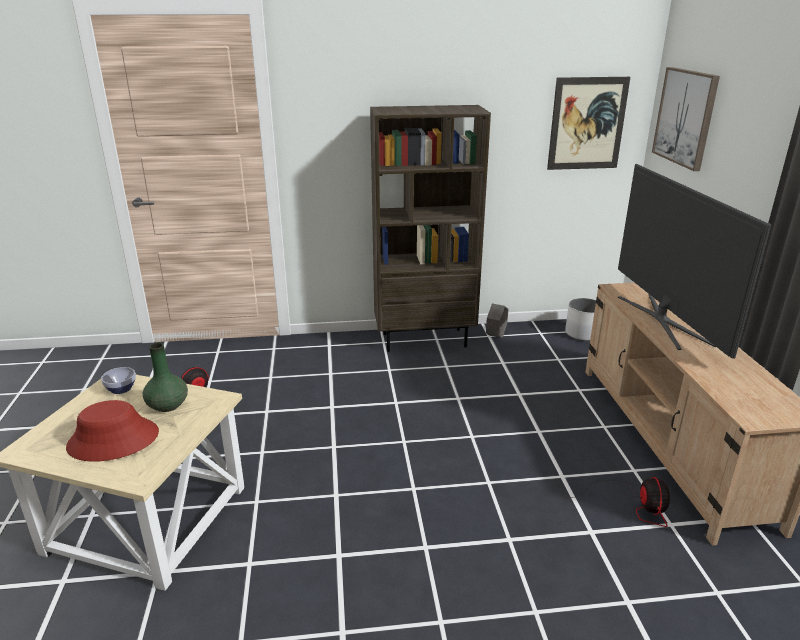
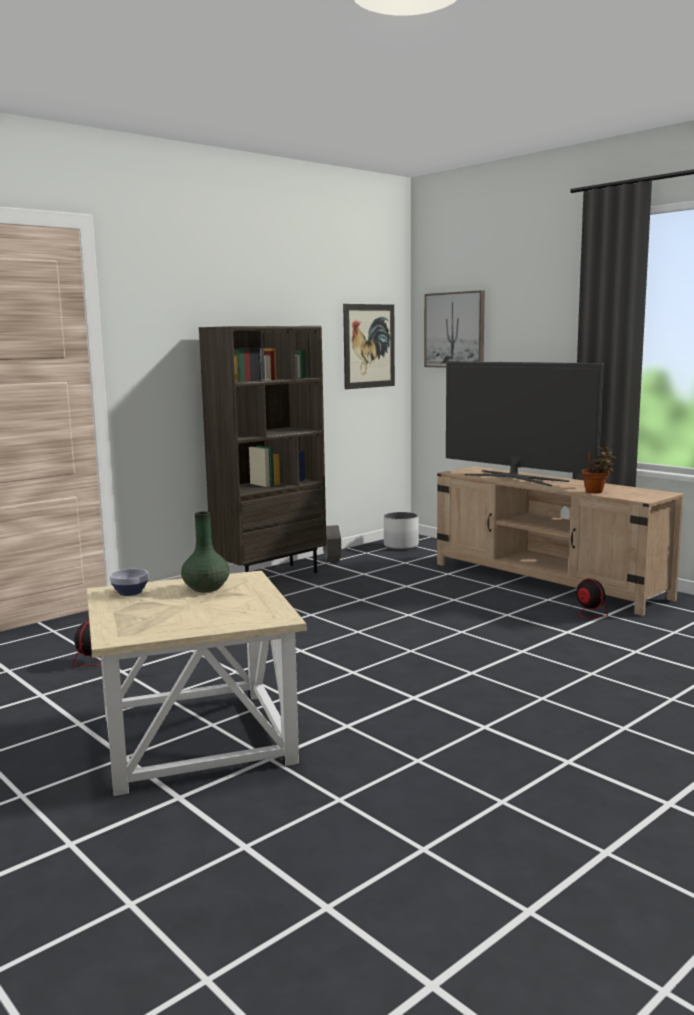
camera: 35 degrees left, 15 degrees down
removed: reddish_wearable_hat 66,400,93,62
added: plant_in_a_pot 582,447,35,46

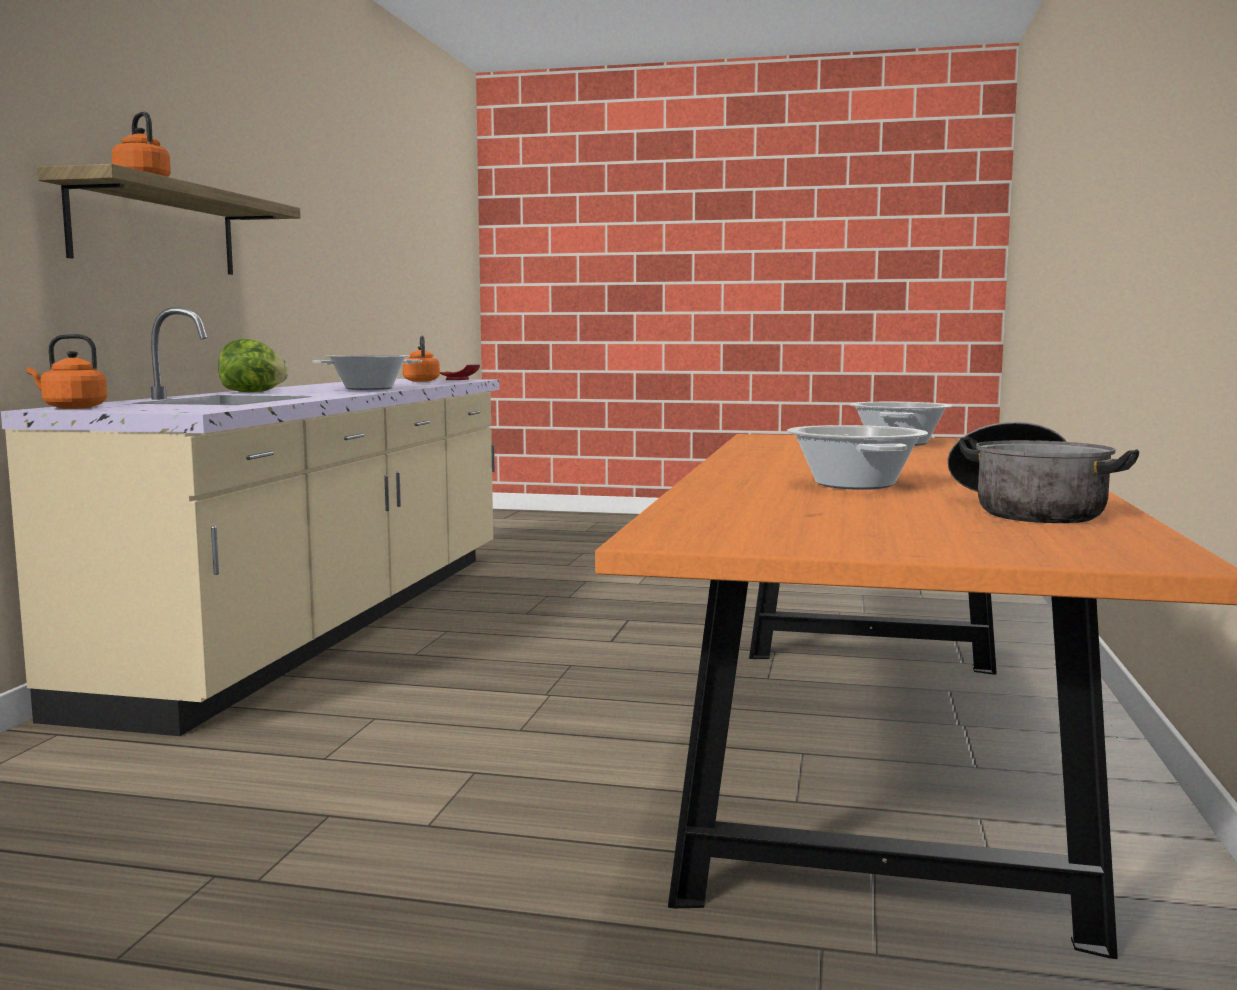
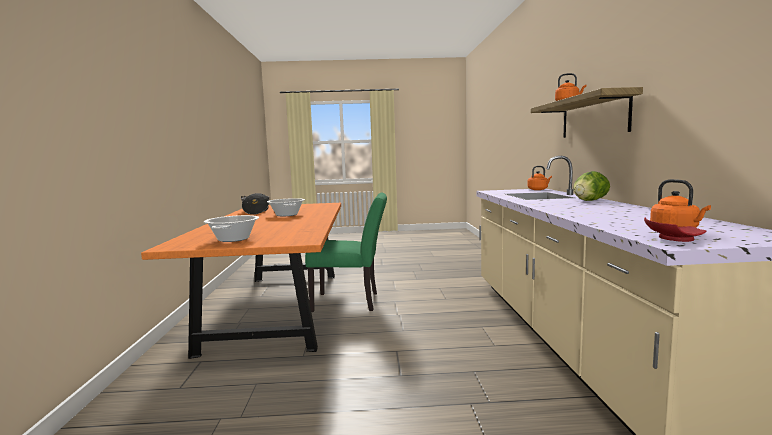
camera: 165 degrees right, 0 degrees up
removed: cooking_pot 312,355,110,35
added: green_upright_chair 305,193,82,119

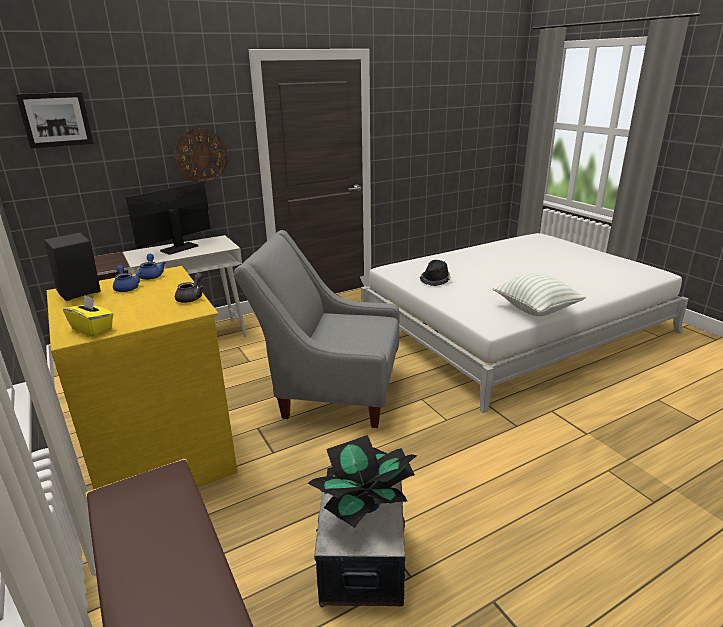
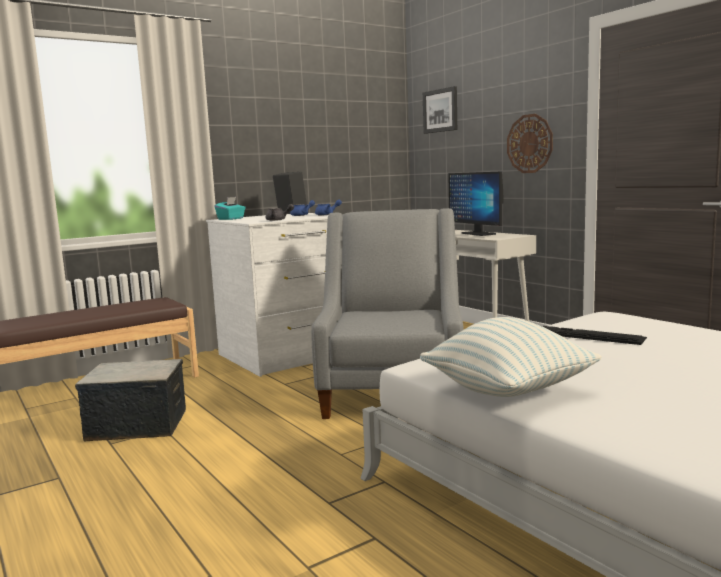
camera: 85 degrees right, 15 degrees down
removed: plant_in_a_pot 307,435,110,93
replaced: black_wearable_hat 420,260,31,26 to PC_keyboard 542,326,105,19
recoloured: yellowish_drawer_chest 47,266,191,223 to white_drawer_chest 206,213,122,164; yellowish_tissue_box 63,295,51,42 to turquoise_tissue_box 215,197,31,23
turned: computer_display 126,182,85,73 = 448,171,55,65 150 degrees counterclockwise

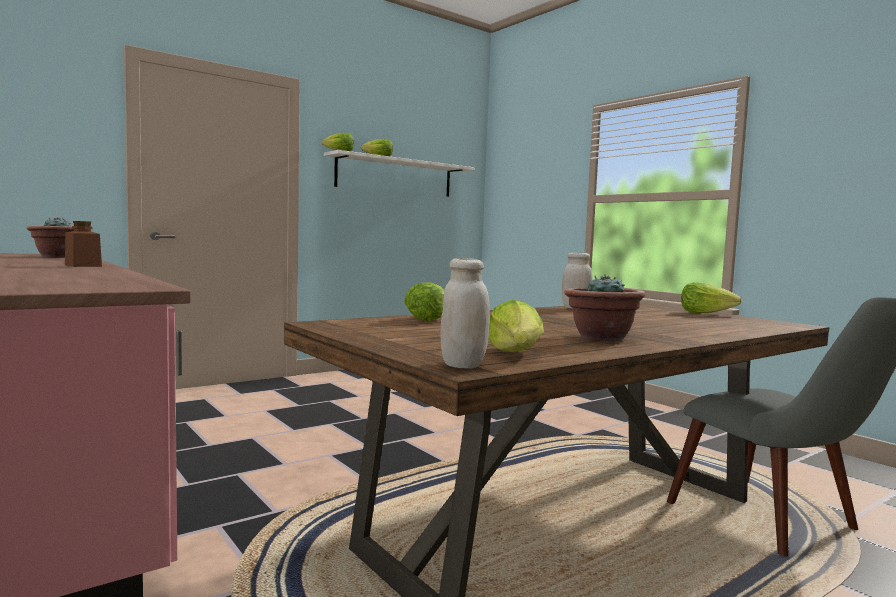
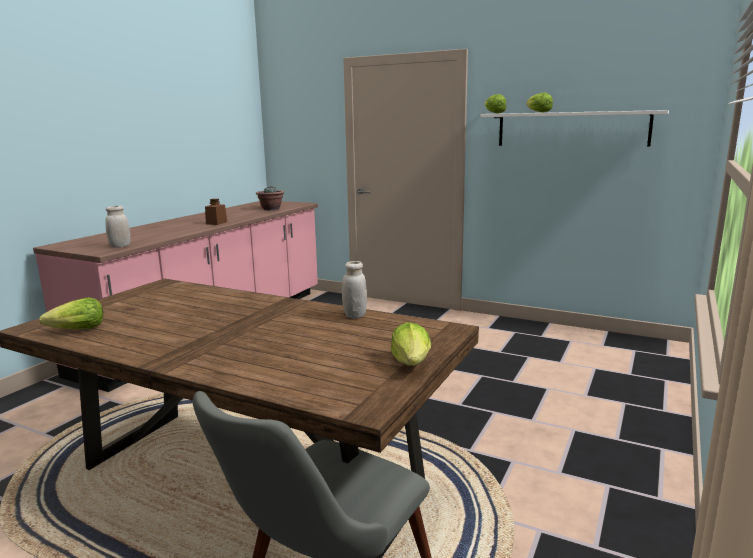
camera: 65 degrees right, 10 degrees up
removed: lettuce_head 404,282,40,39; plant_in_a_pot 564,275,81,67
moved: white_storage_jar 441,258,49,111 to 105,206,25,42

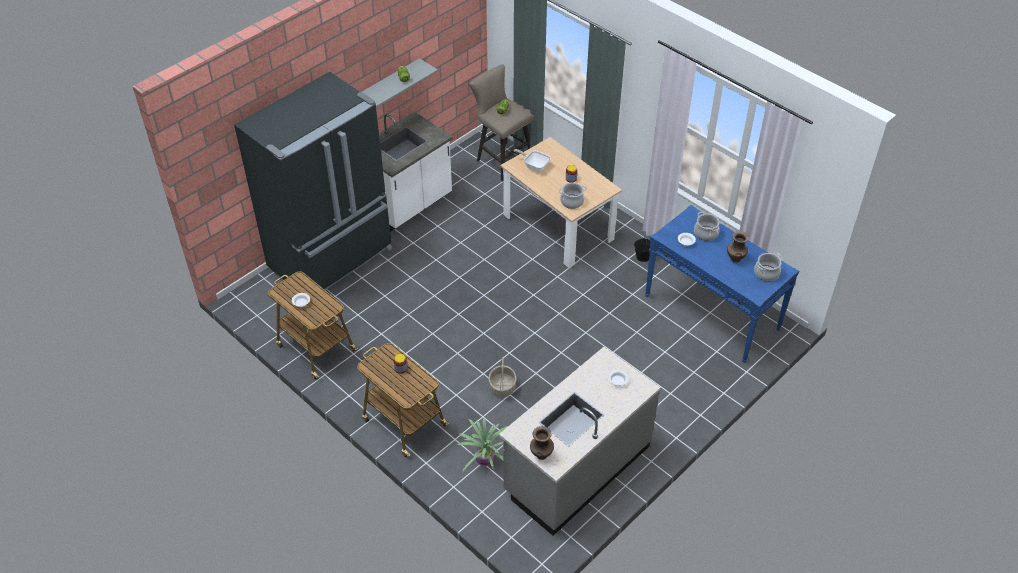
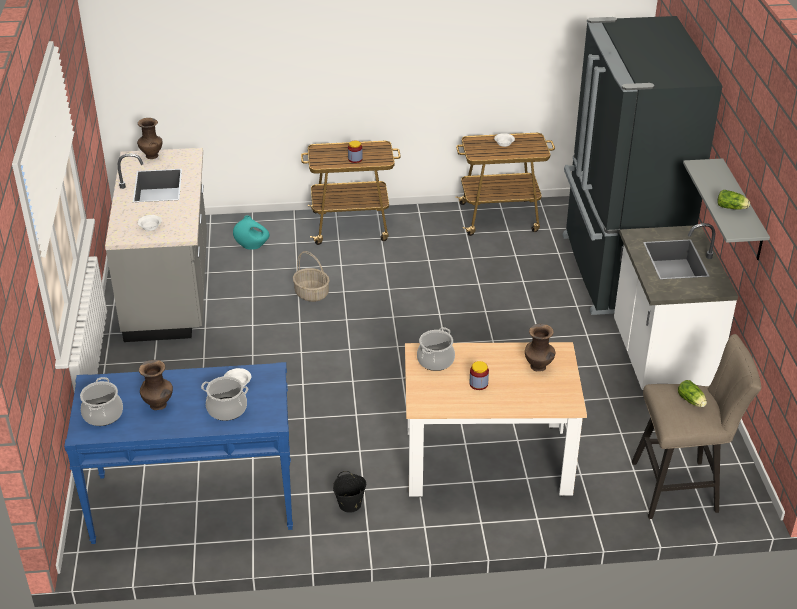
camera: 130 degrees right, 10 degrees down
replaced: plant_in_a_pot 457,419,51,53 to turquoise_decorative_vase 233,216,36,34; skillet 513,149,38,23 to brown-coloured_decorative_vase 525,324,30,47

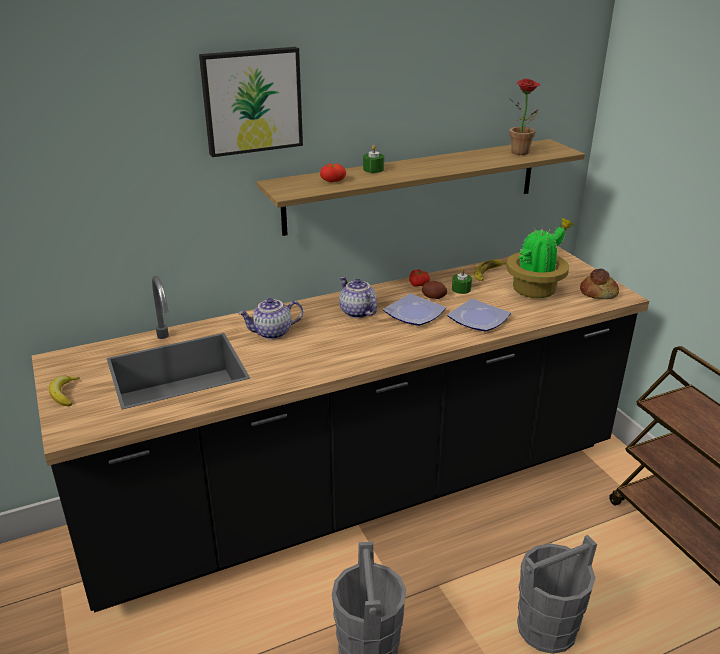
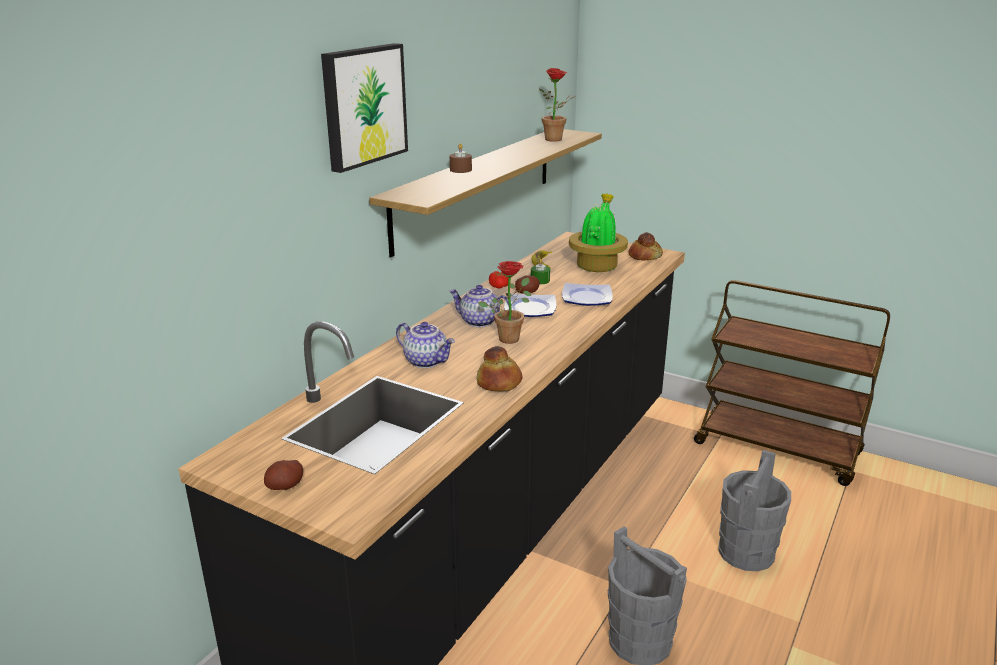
camera: 35 degrees left, 5 degrees down
removed: tomato 320,163,26,19
added: bread 477,346,45,46; plant_in_a_pot 478,261,53,83
replaced: banana_fruit 49,376,31,30 to potato 264,460,39,30
recoloured: green_candle 363,145,21,28 to brown-coloured_candle 450,144,22,29
turned: pot_for_tea 238,298,65,42 = 396,322,59,46 90 degrees counterclockwise

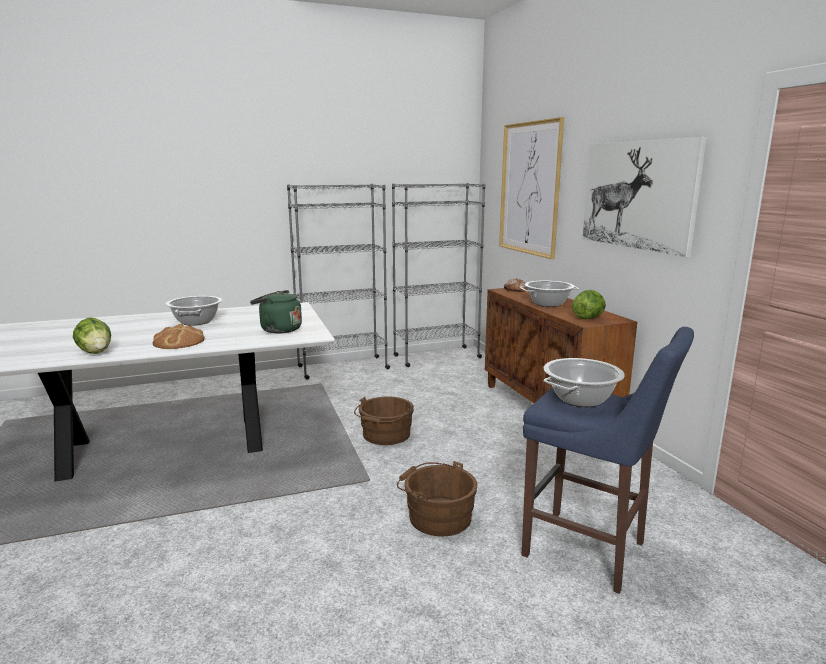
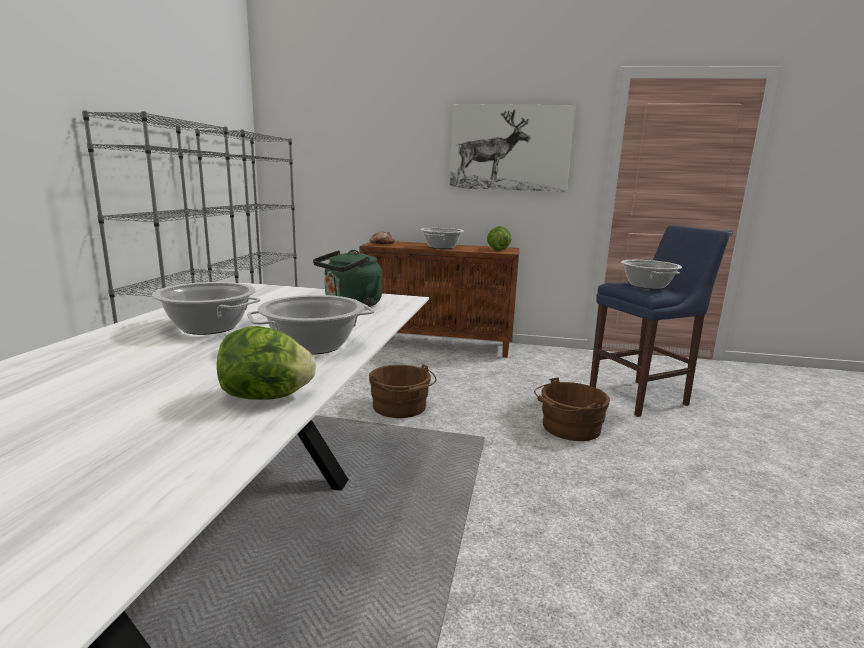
camera: 60 degrees left, 0 degrees up
removed: wall_art 499,117,65,142
replaced: bread 153,323,51,26 to cooking_pot 247,295,128,60

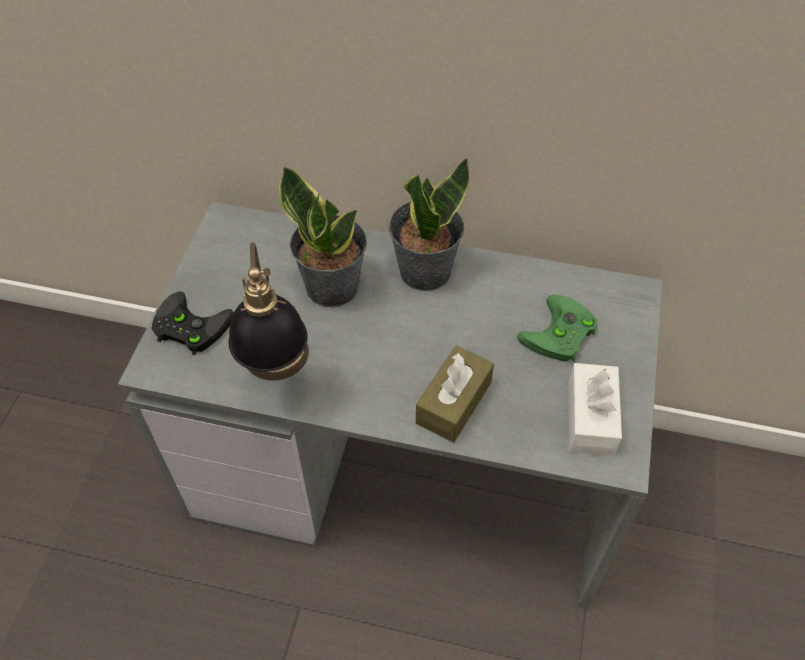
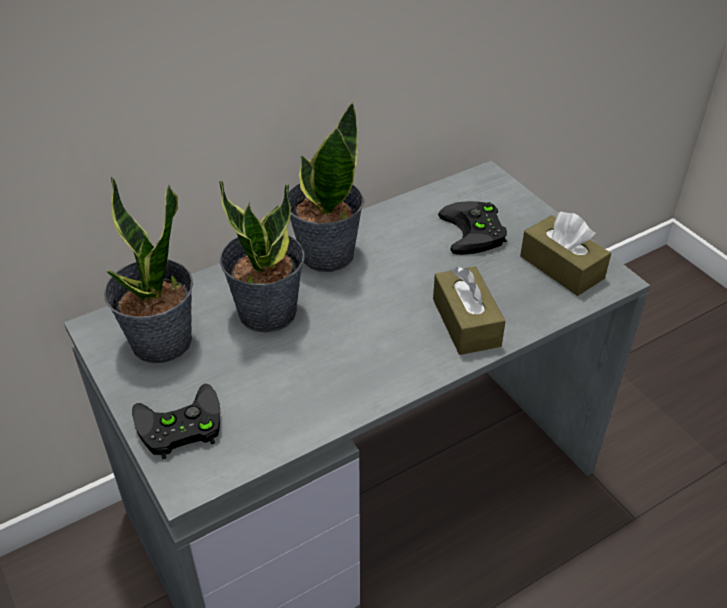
camera: 45 degrees left, 10 degrees down
removed: tabletop_lamp 229,242,80,139
added: plant_in_a_pot 104,177,89,186
recoloured: green_joypad 517,295,80,67 to black_joypad 438,201,69,54; white_tissue_box 569,363,53,93 to brown-coloured_tissue_box 520,212,91,84

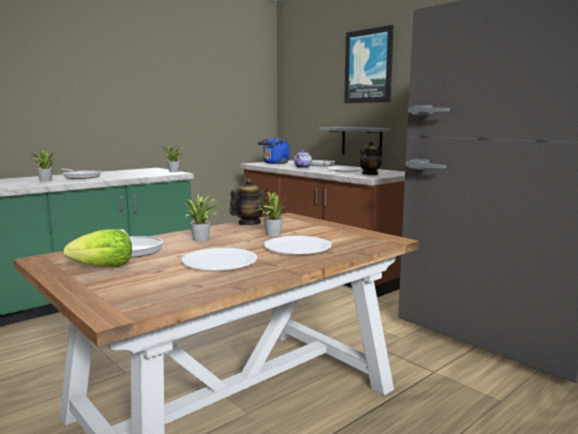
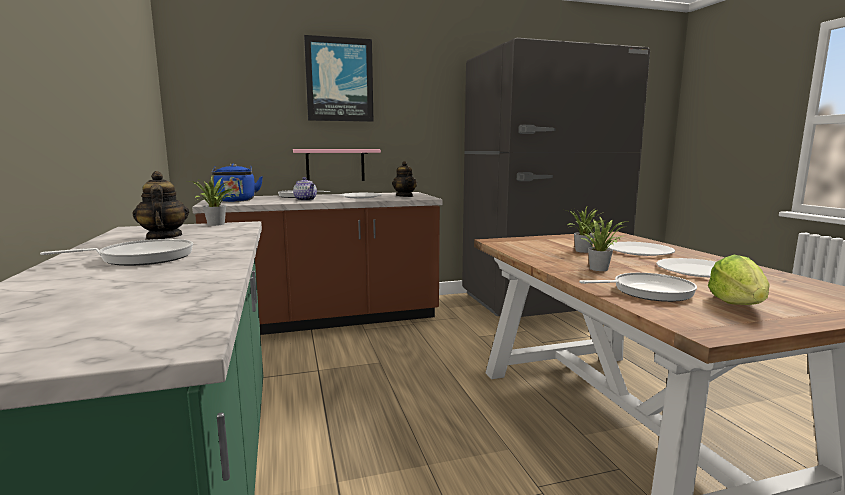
camera: 65 degrees left, 0 degrees up
removed: plant_in_a_pot 27,149,28,32
moved: pot_for_tea 229,178,38,47 to 132,171,57,69
recoloured: gray_bracket_shelf 319,127,72,30 to pinkish_bracket_shelf 293,149,88,32

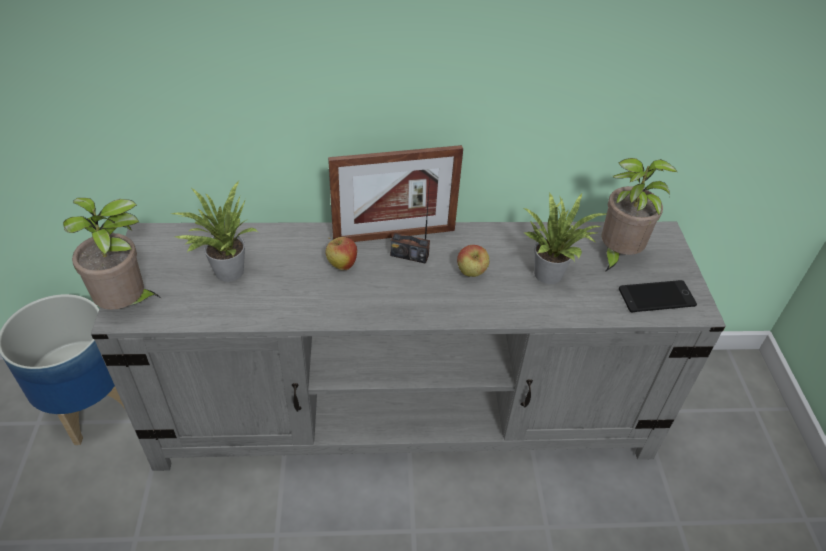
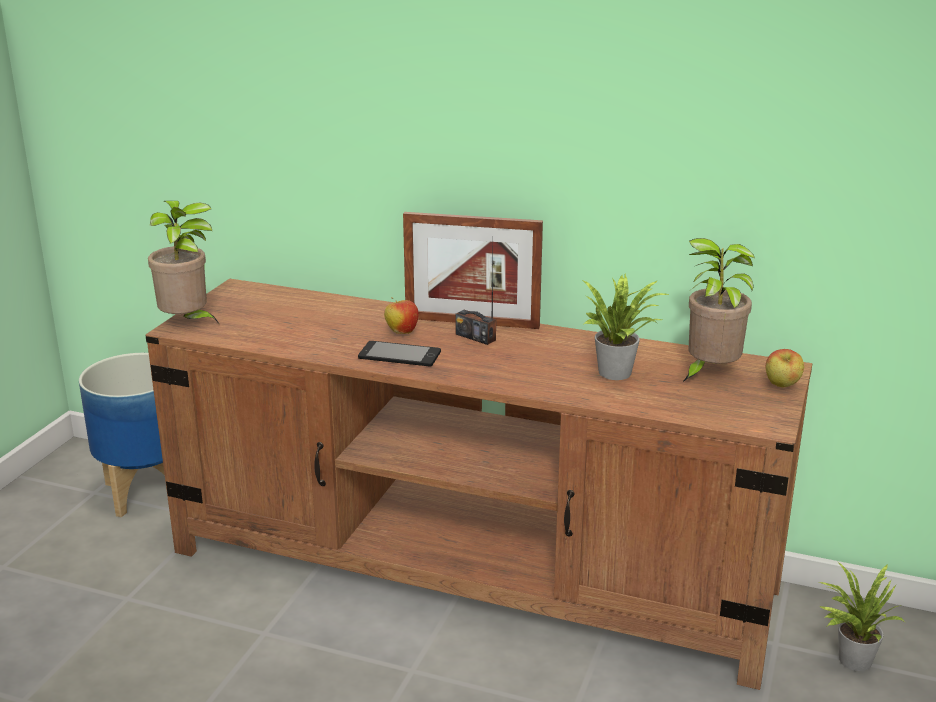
camera: 25 degrees right, 20 degrees down
moved: plant_in_a_pot 171,181,87,101 to 819,561,86,110; whole_apple 457,245,32,32 to 766,349,38,39; handset 619,280,78,32 to 358,341,83,26
recoloured: gray_tv_unit 91,222,635,249 to brown-coloured_tv_unit 146,279,666,411

